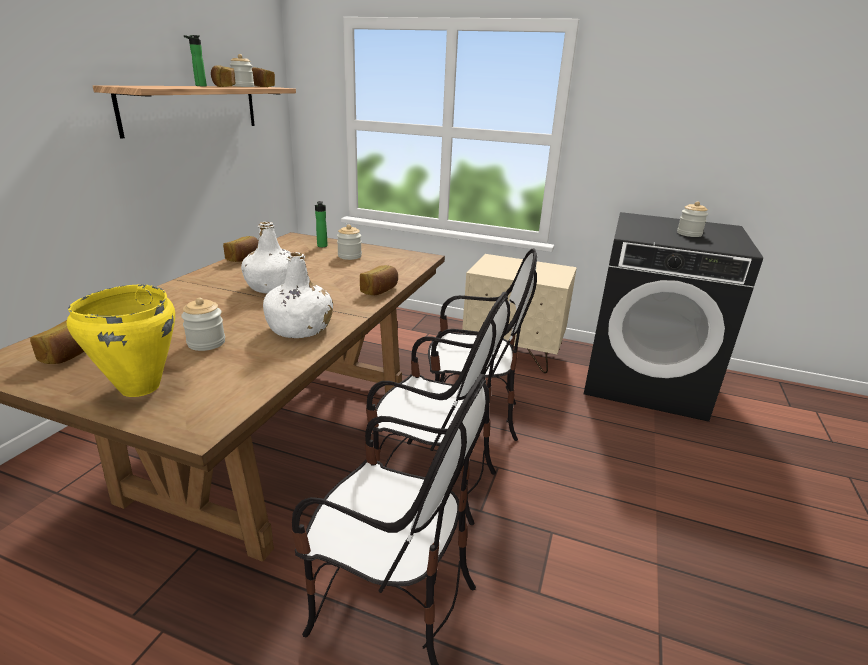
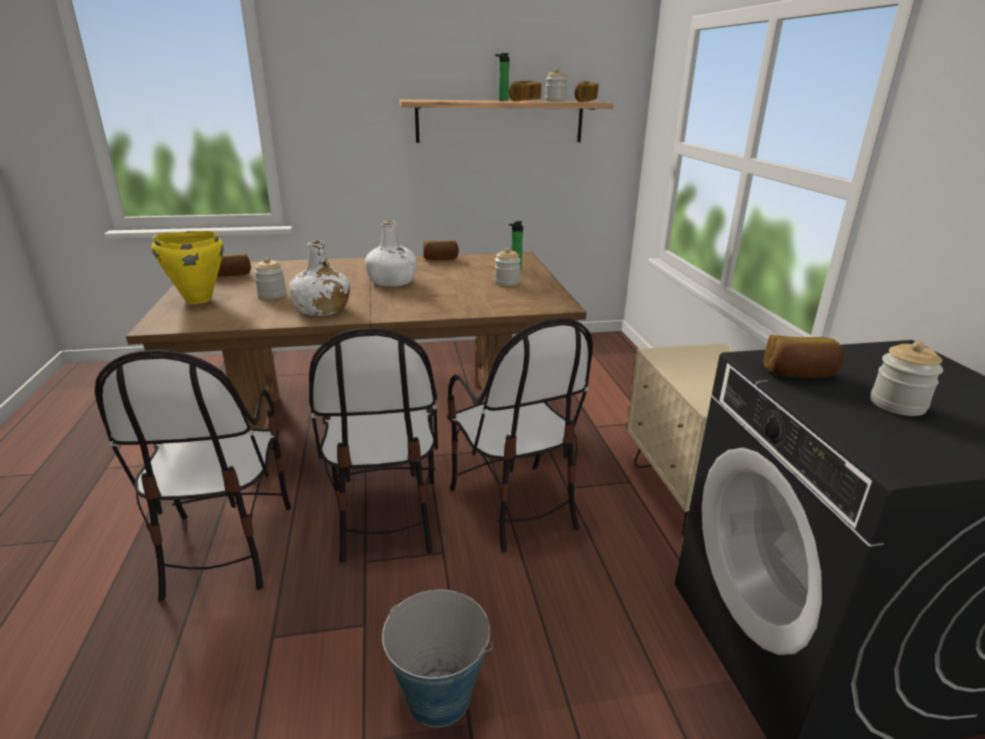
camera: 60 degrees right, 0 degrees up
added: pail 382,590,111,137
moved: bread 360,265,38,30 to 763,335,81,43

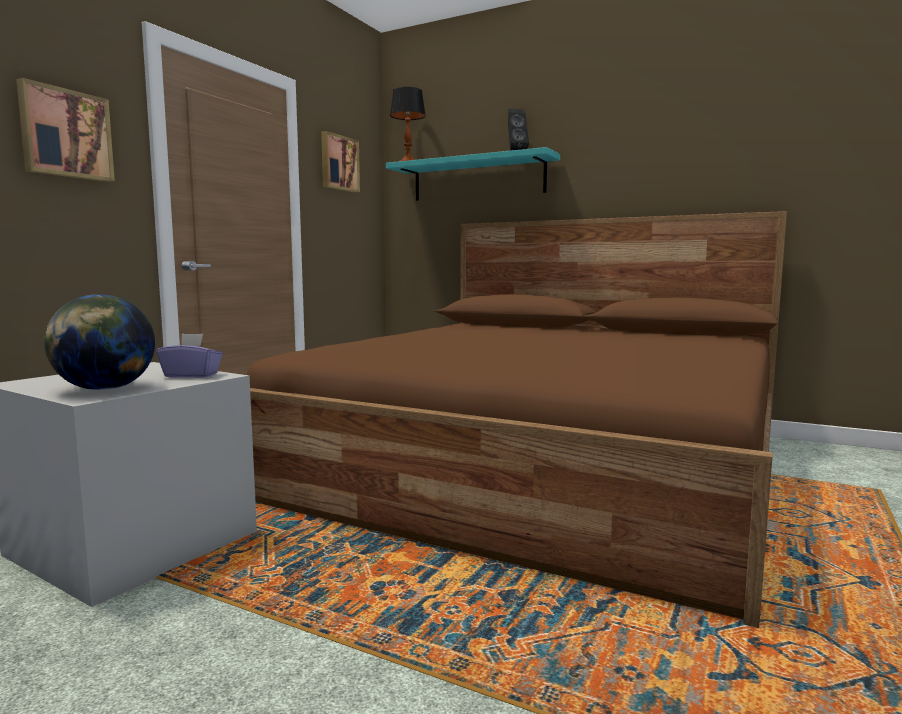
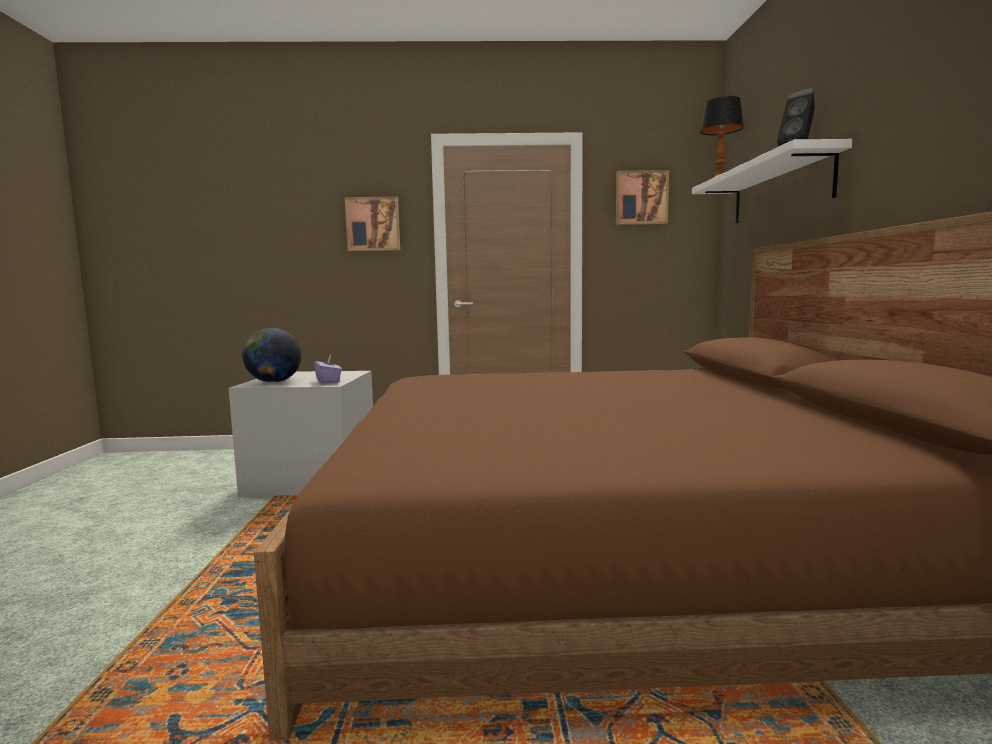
camera: 60 degrees right, 0 degrees up
recoloured: turquoise_bracket_shelf 386,147,174,54 to white_bracket_shelf 692,139,160,84

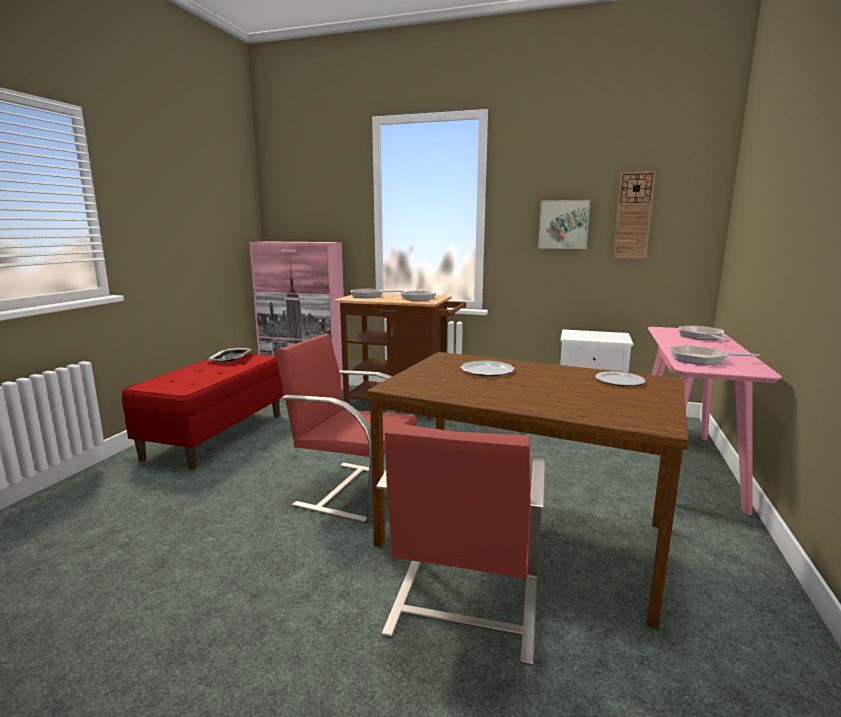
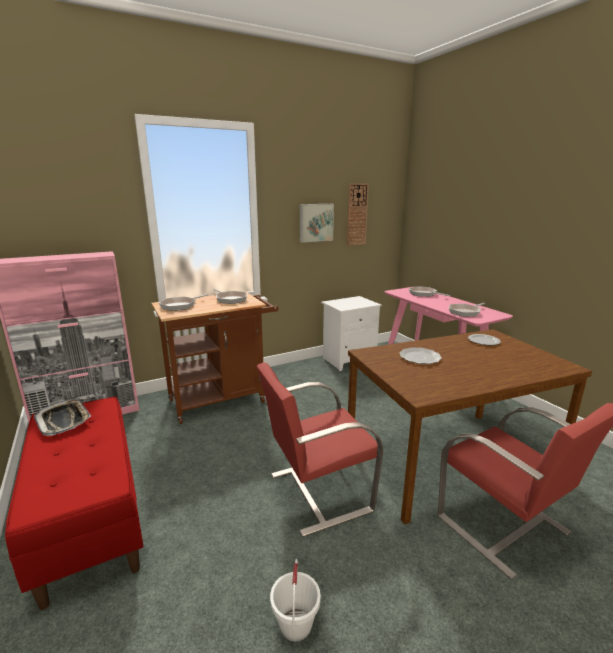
camera: 45 degrees left, 5 degrees up
added: white_pail 270,559,51,83

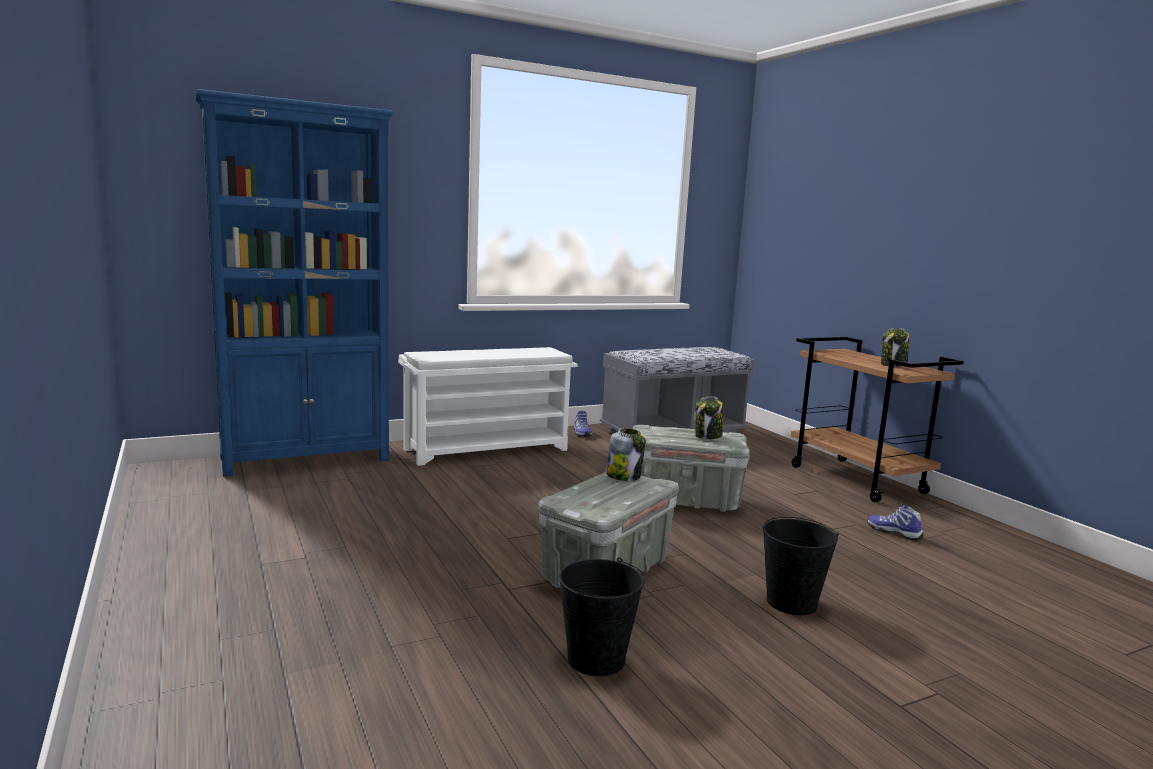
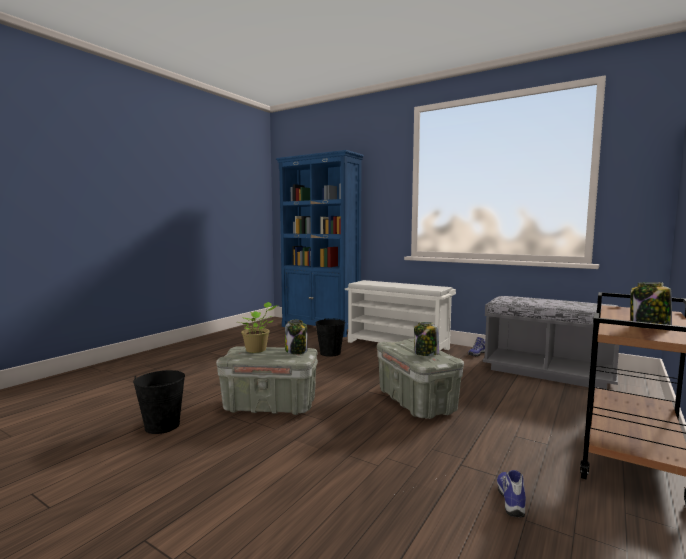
camera: 60 degrees right, 5 degrees down
added: plant_in_a_pot 240,302,38,51
moved: black_pail 762,517,77,98 to 315,318,30,39

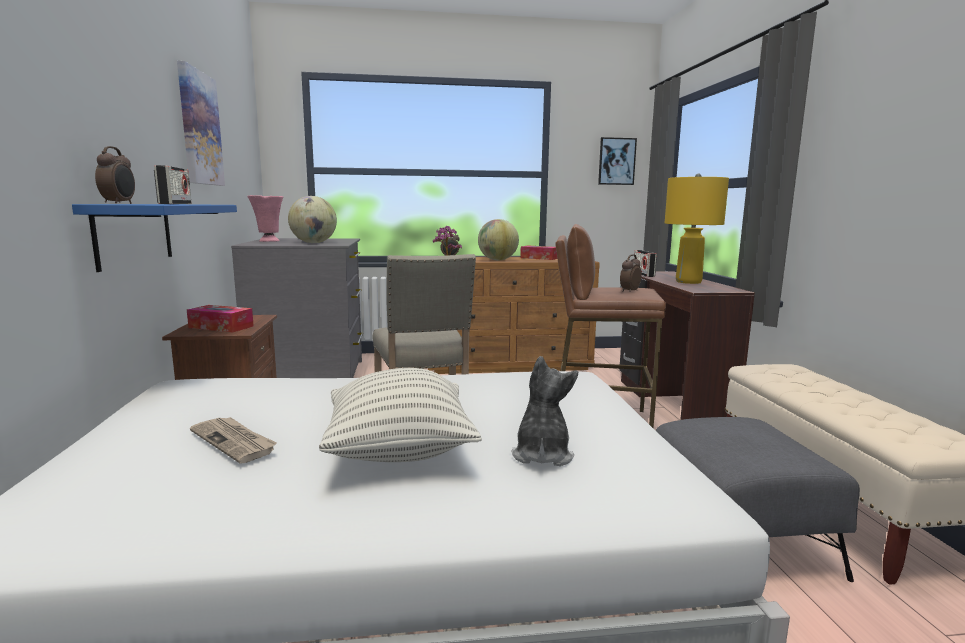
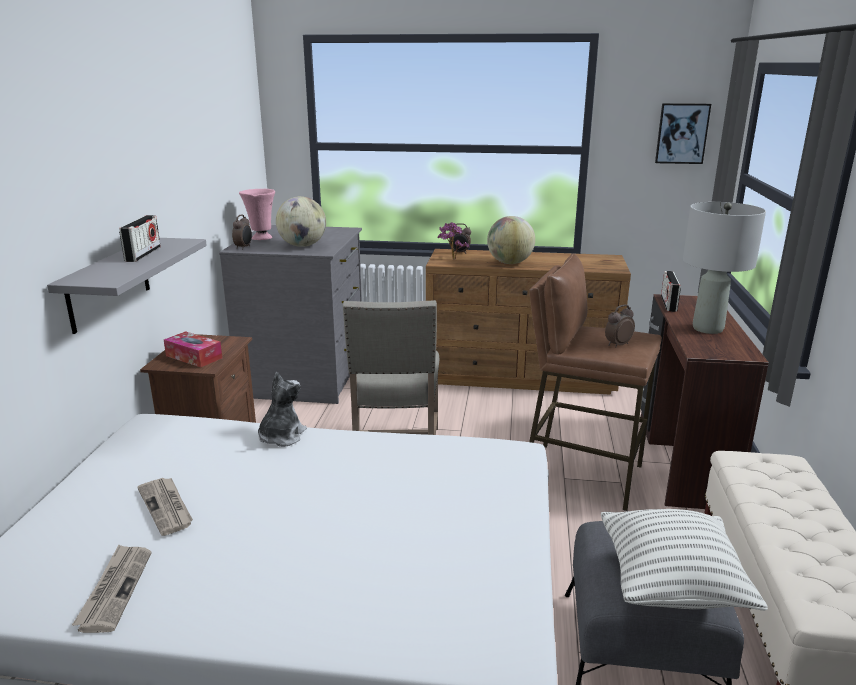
camera: 15 degrees right, 10 degrees up
removed: wall_art 177,61,48,125; tissue_box 520,246,37,14
added: daily_paper 72,545,79,88
moved: bedside_clock 95,146,40,58 to 232,214,20,36; pillow 319,368,163,94 to 601,509,167,102; cuddly_toy 511,356,67,110 to 258,372,49,75
recoloured: blue_bracket_shelf 72,204,165,68 to gray_bracket_shelf 47,238,160,96; yellowish_tabletop_lamp 665,174,64,110 to gray_tabletop_lamp 683,202,83,132

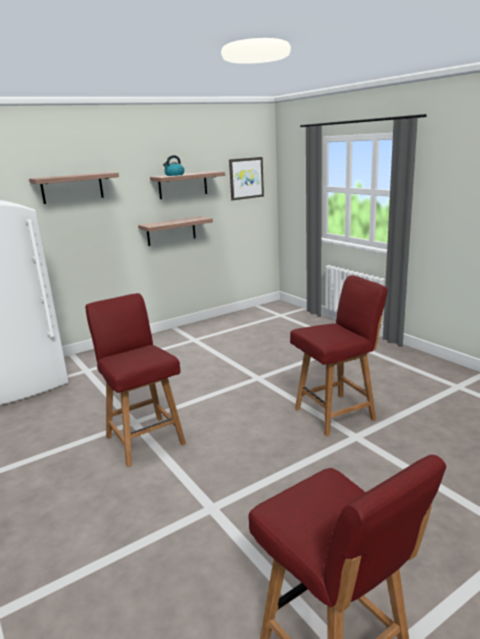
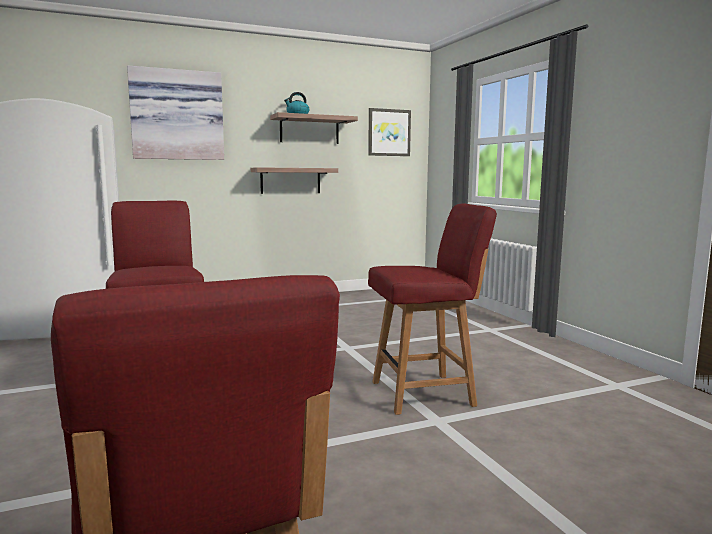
camera: 10 degrees right, 10 degrees down
replaced: bracket_shelf 29,172,90,32 to wall_art 127,65,97,95

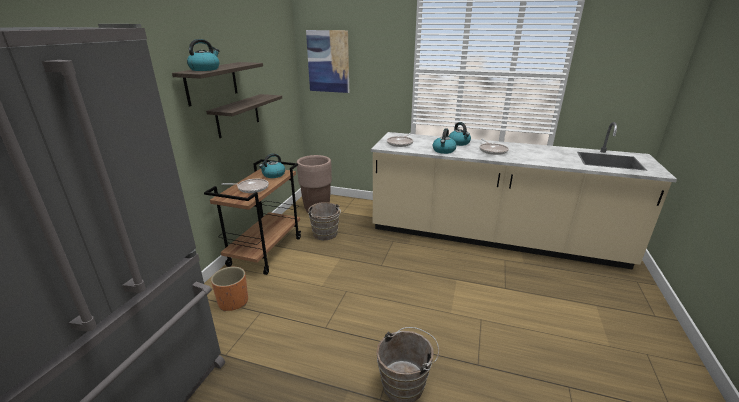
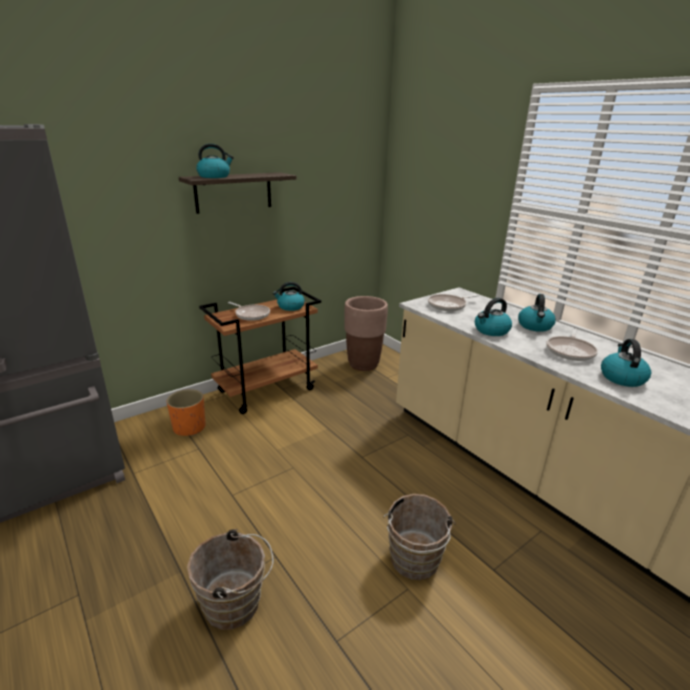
camera: 35 degrees right, 0 degrees up
removed: bracket_shelf 206,94,76,44; wall_art 306,30,43,63
added: kettle 601,339,50,48
moved: brown-coloured_pail 308,202,33,38 to 383,494,72,86

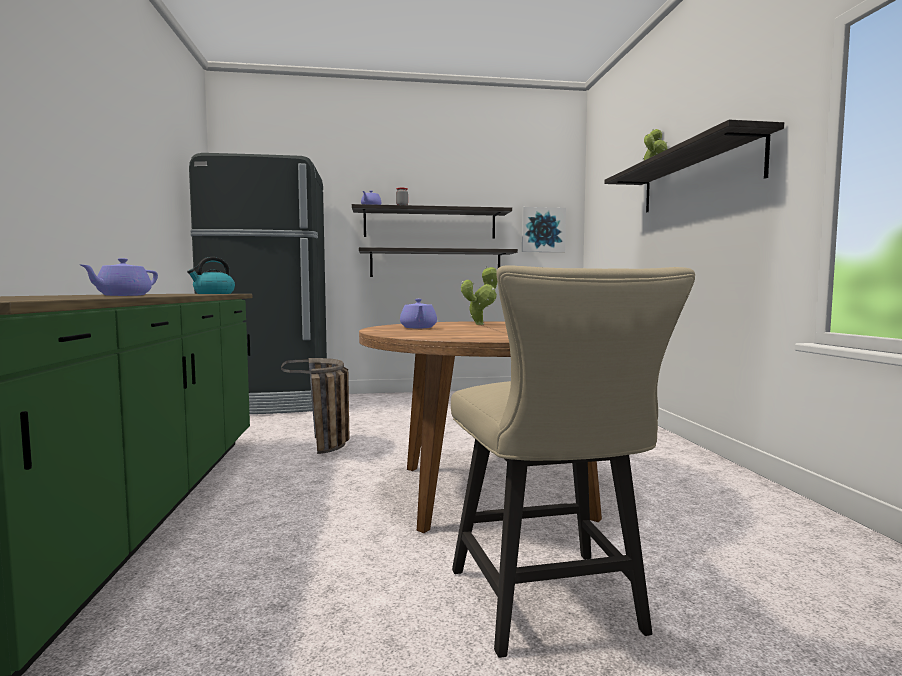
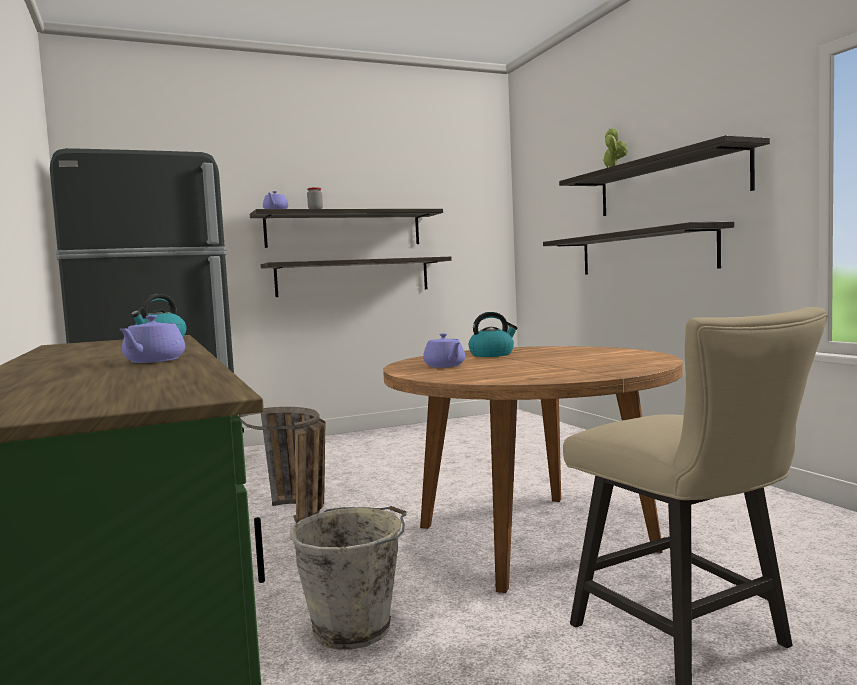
camera: 15 degrees left, 0 degrees up
removed: wall_art 522,207,44,45
added: gray_pail 290,506,117,144; bracket_shelf 543,222,191,53
replaced: plant_in_a_pot 461,266,37,59 to kettle 469,312,48,45

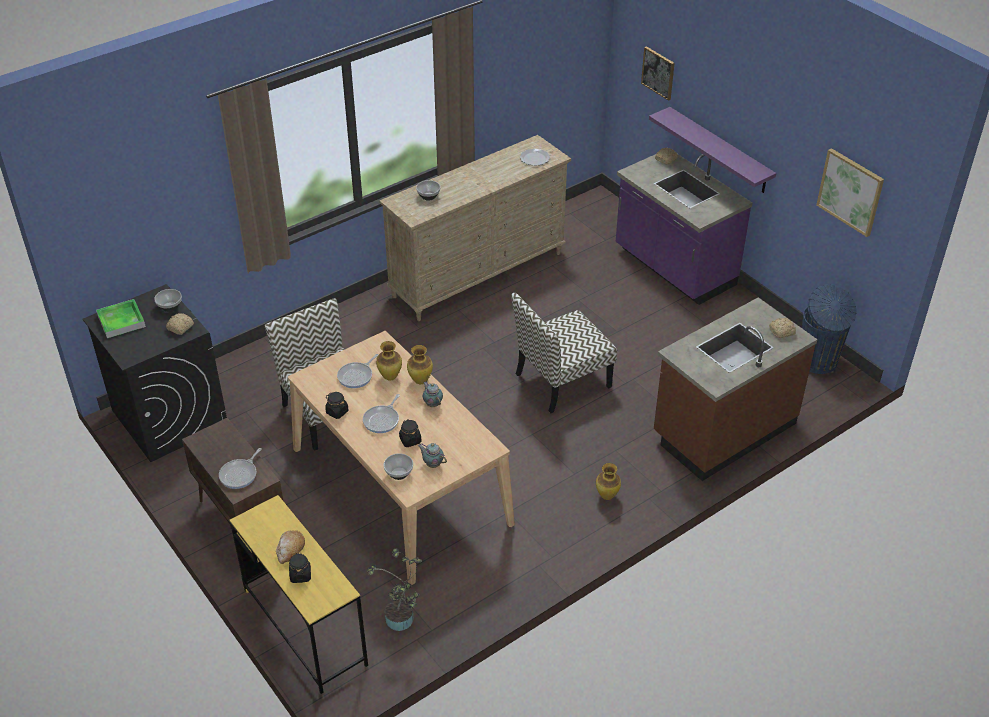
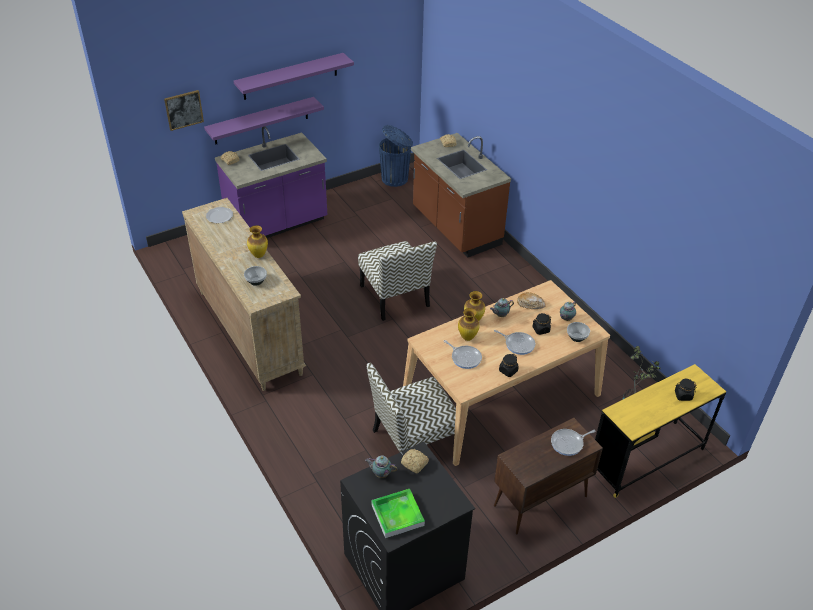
camera: 85 degrees left, 0 degrees up
removed: wall_art 816,148,68,89
added: purplish_bracket_shelf 234,53,120,47
moved: bread 276,530,29,34 to 517,292,29,17; decorative_vase 596,463,25,37 to 247,225,21,33
replaced: bowl 154,289,28,23 to pot_for_tea 365,455,32,23
turned: skillet 219,448,43,41 = 551,429,45,27 120 degrees clockwise

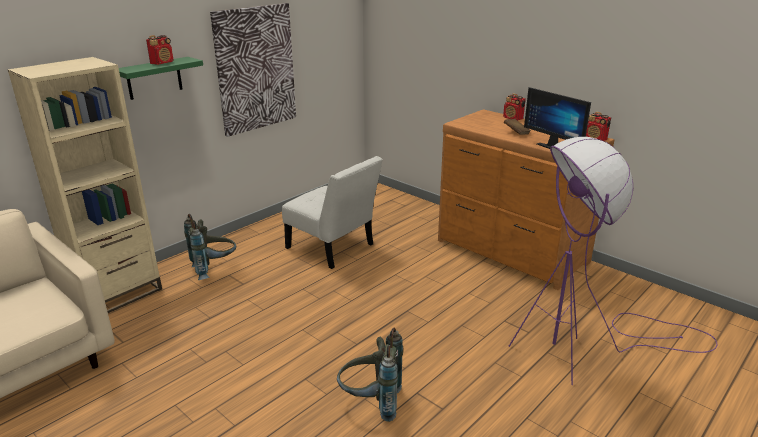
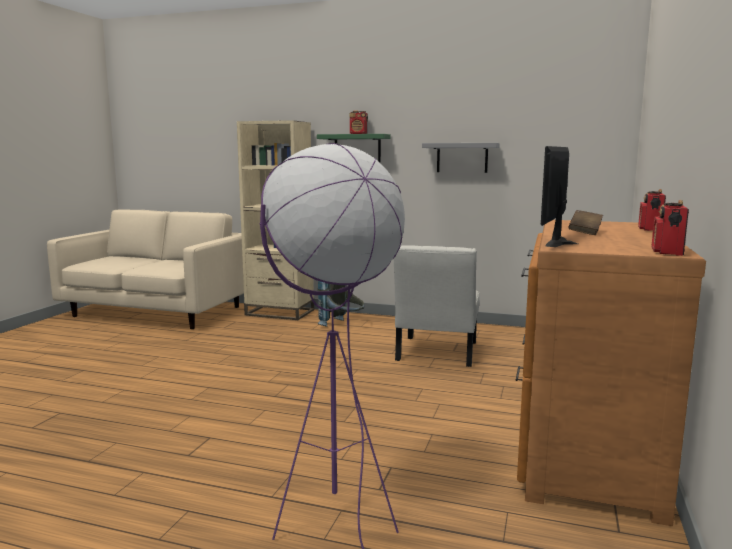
camera: 65 degrees right, 15 degrees down
removed: gray_knapsack 337,328,66,94
replaced: wall_art 210,3,86,134 to gray_bracket_shelf 422,143,78,30

